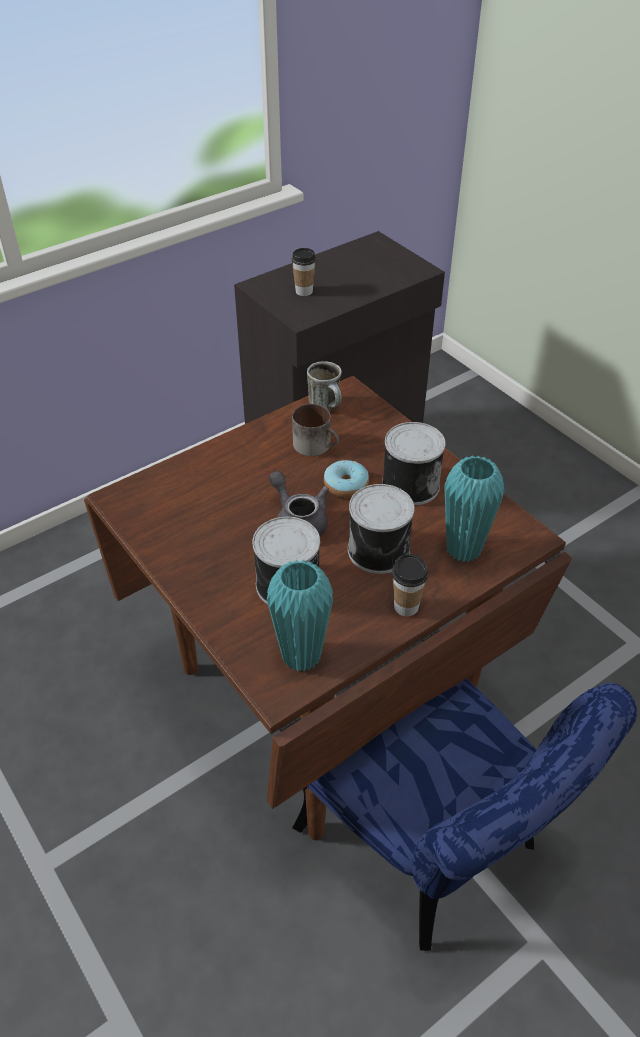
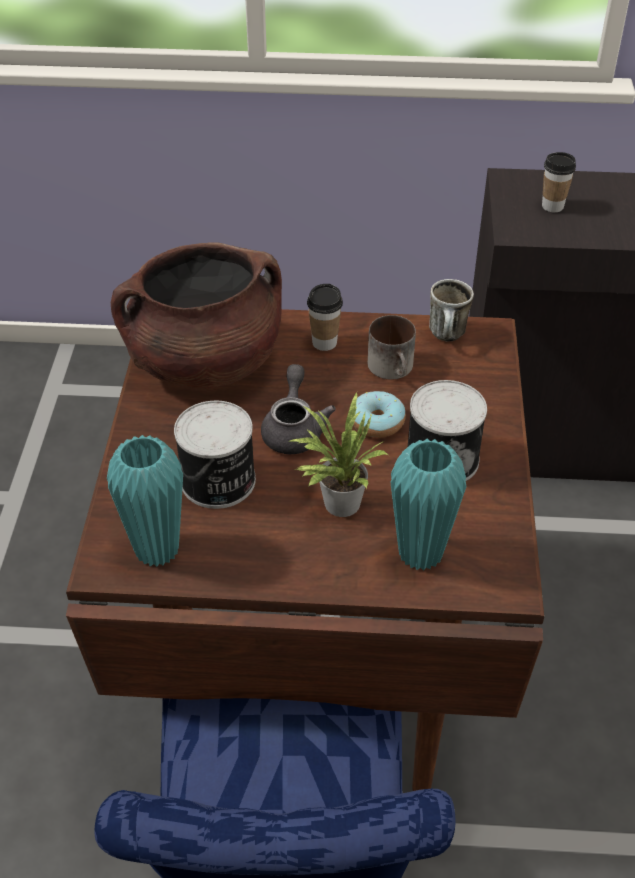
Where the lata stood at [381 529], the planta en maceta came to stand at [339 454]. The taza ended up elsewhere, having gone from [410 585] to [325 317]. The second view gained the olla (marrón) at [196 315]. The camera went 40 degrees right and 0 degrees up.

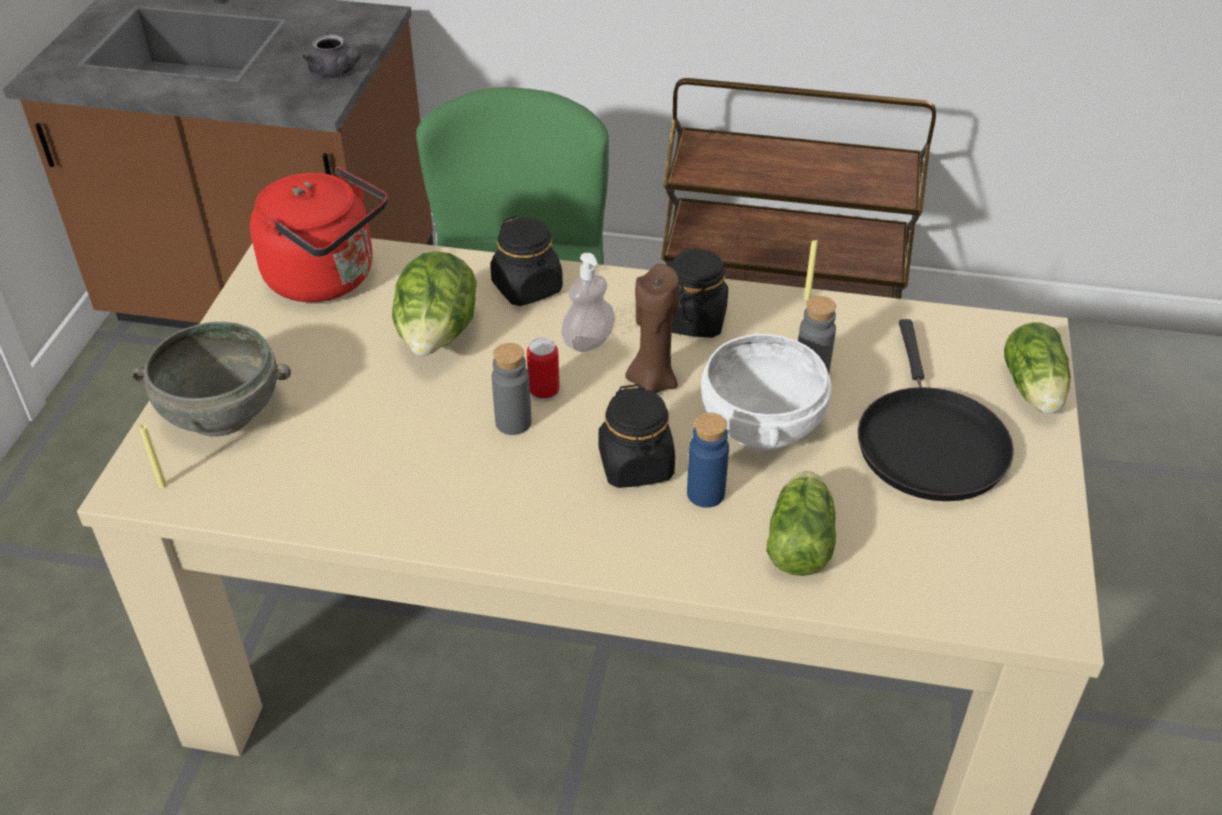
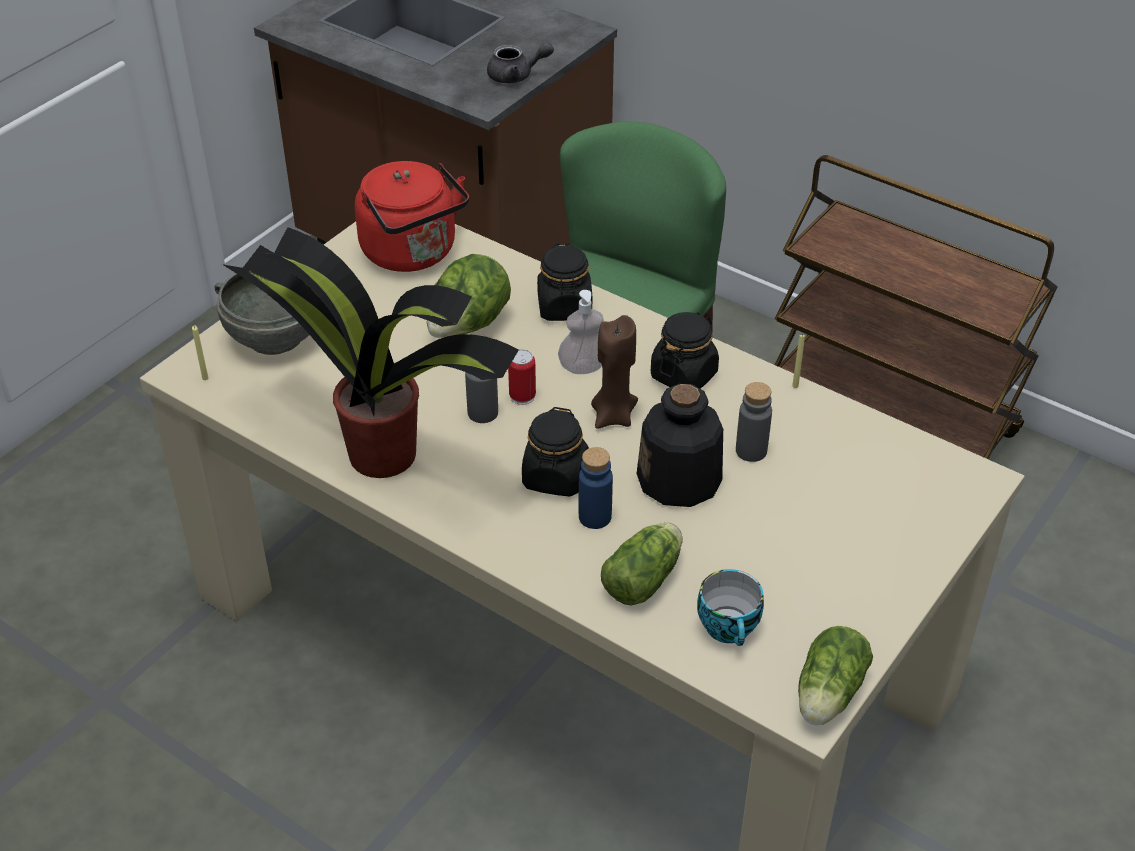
The tetera (gris) at [331 55] ended up facing another way, 75 degrees counterclockwise from before. The second view lost the sartén (negro) at [936 410]. The lechuga ended up elsewhere, having gone from [1037 368] to [835 675]. Where the cuenco (blanco) stood at [766 392], the botella came to stand at [680 445]. The second view gained the planta en maceta at [370 352]. The second view gained the taza at [730 607]. The camera went 25 degrees right and 0 degrees up.

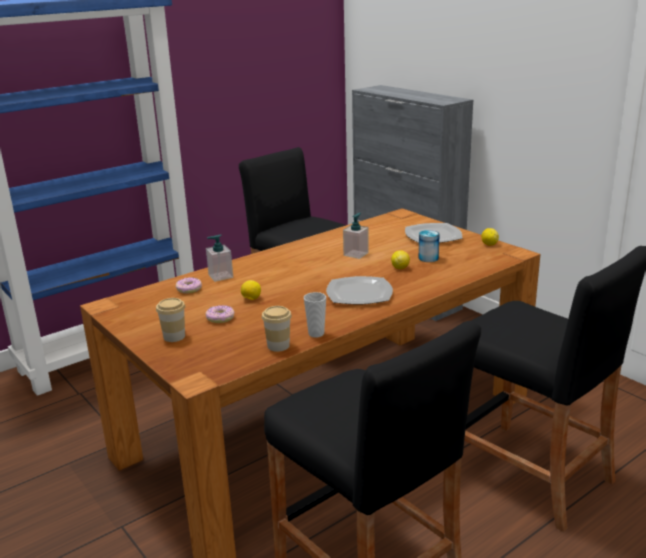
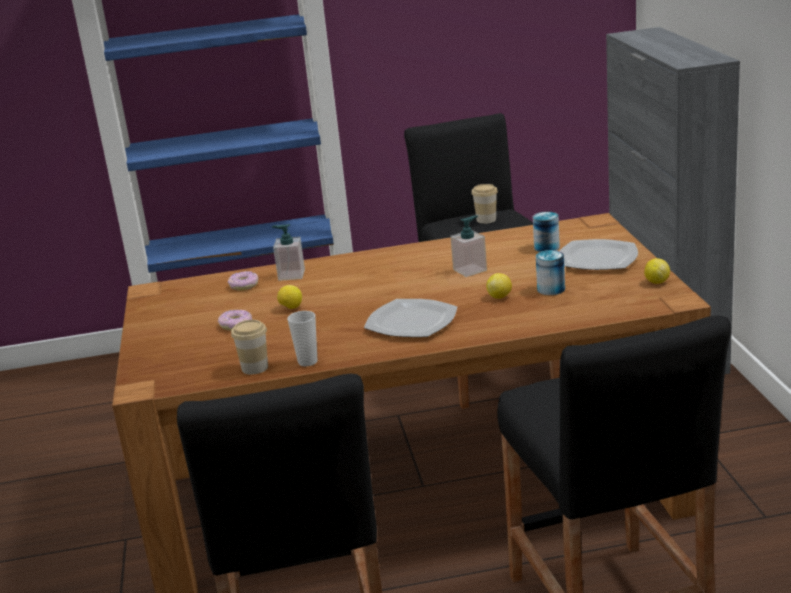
The taza ended up elsewhere, having gone from [170 320] to [484 204]. The second view gained the lata at [546 232]. The camera went 30 degrees right and 0 degrees up.

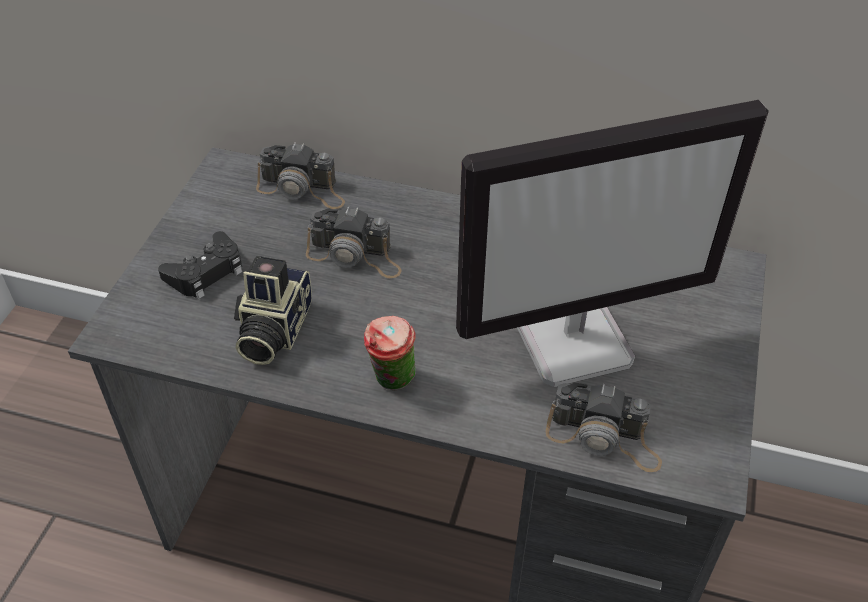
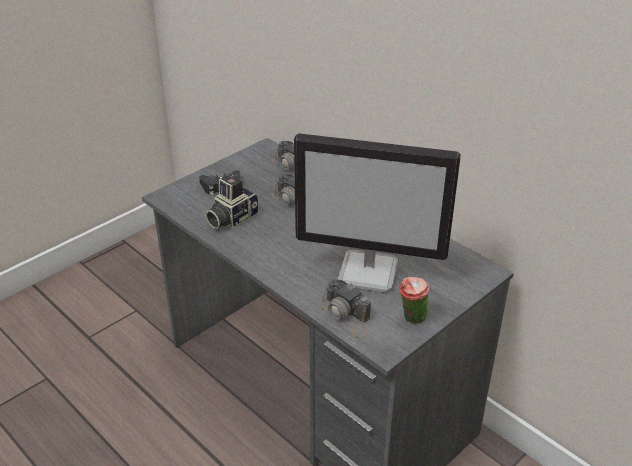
The taza ended up elsewhere, having gone from [390 353] to [414 300]. The camera went 30 degrees right and 10 degrees down.

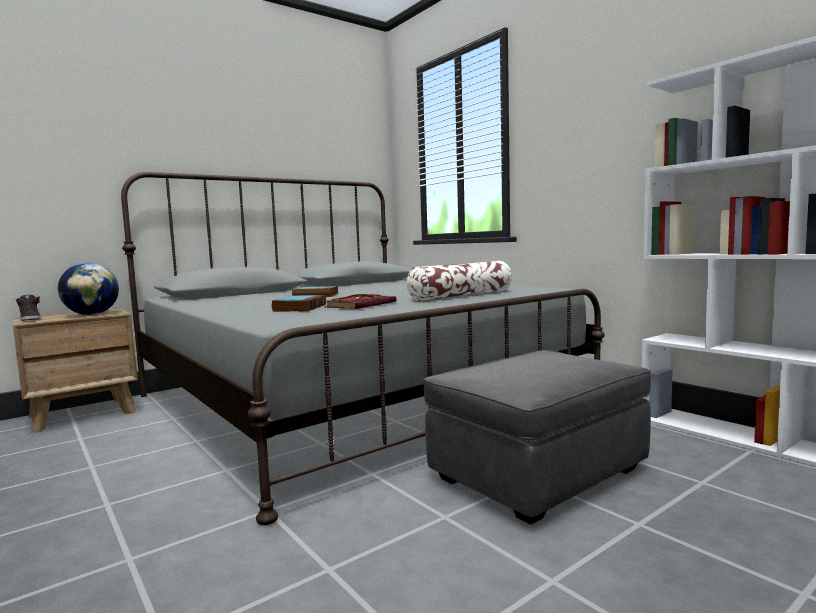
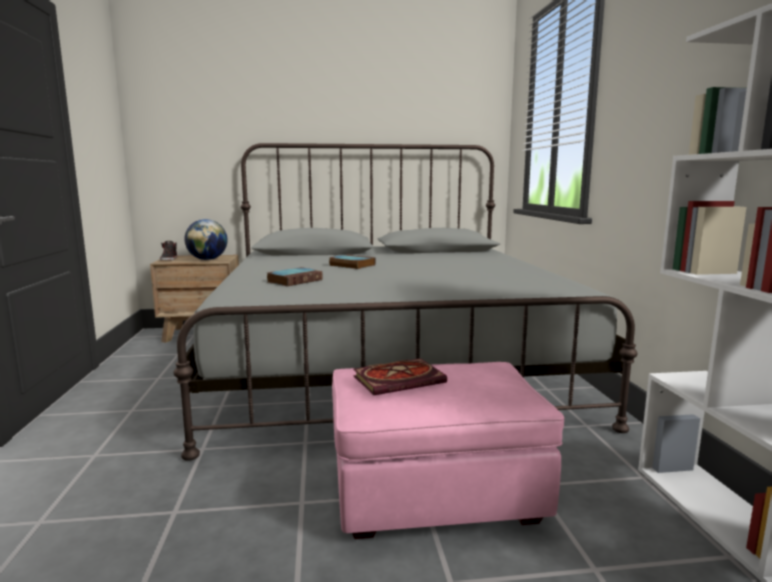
The second view lost the cojín at [459 281]. The libro ended up elsewhere, having gone from [360 301] to [400 376]. What was the puf (gris) at [537 437] turned into the puf (rosa) at [448 450]. The camera went 30 degrees right and 5 degrees up.

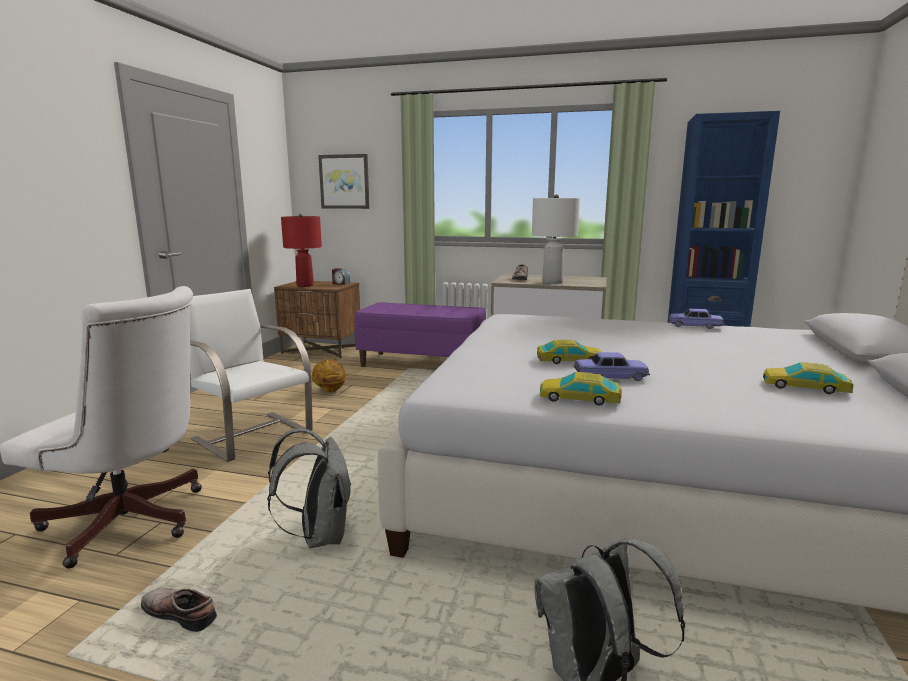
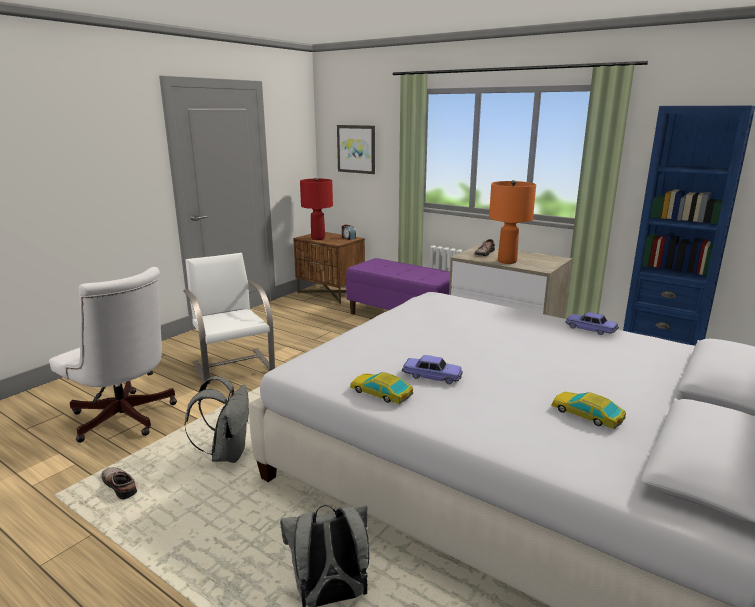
What was the lámpara de mesa (blanco) at [556 239] turned into the lámpara de mesa (naranja) at [512 222]. The second view lost the coche de juguete at [569 352]. The second view lost the balón de baloncesto at [329 376]. The camera went 20 degrees right and 5 degrees up.

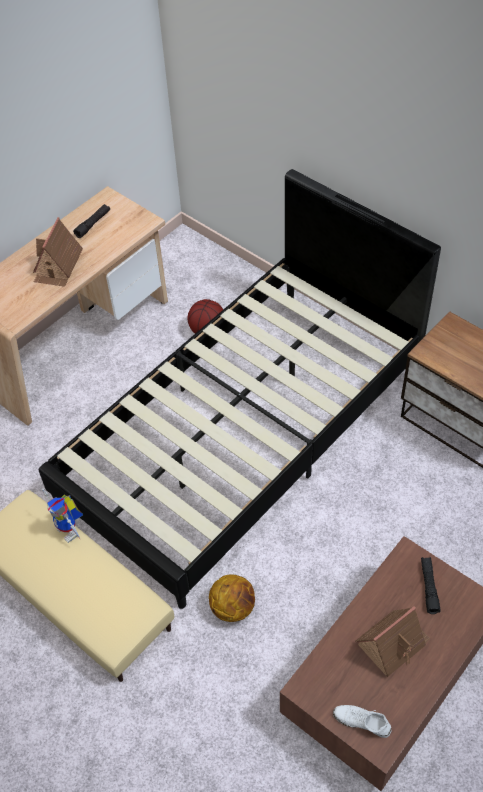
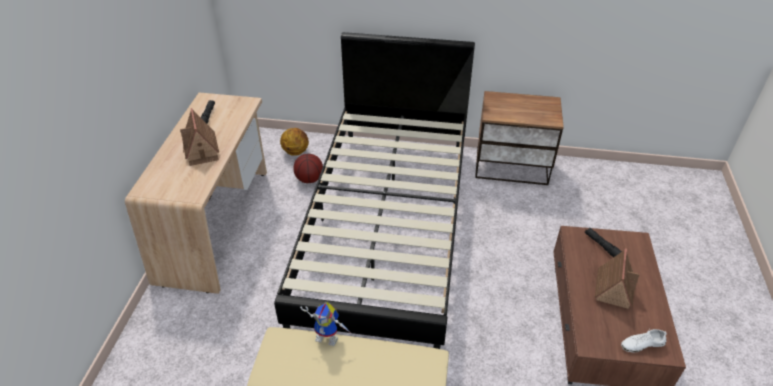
The balón de baloncesto ended up elsewhere, having gone from [232 598] to [294 142]. The camera went 35 degrees left and 10 degrees down.

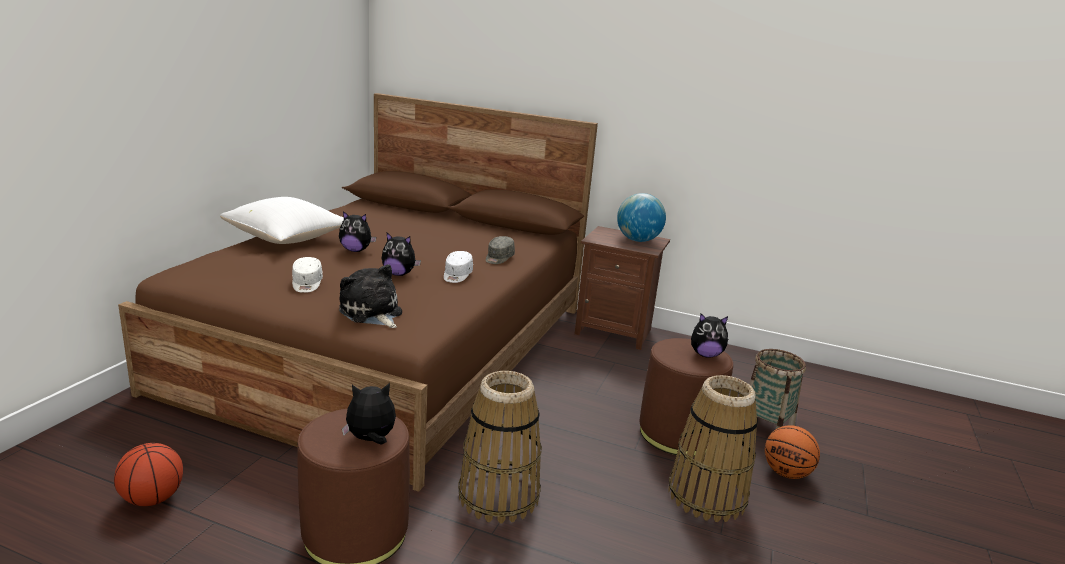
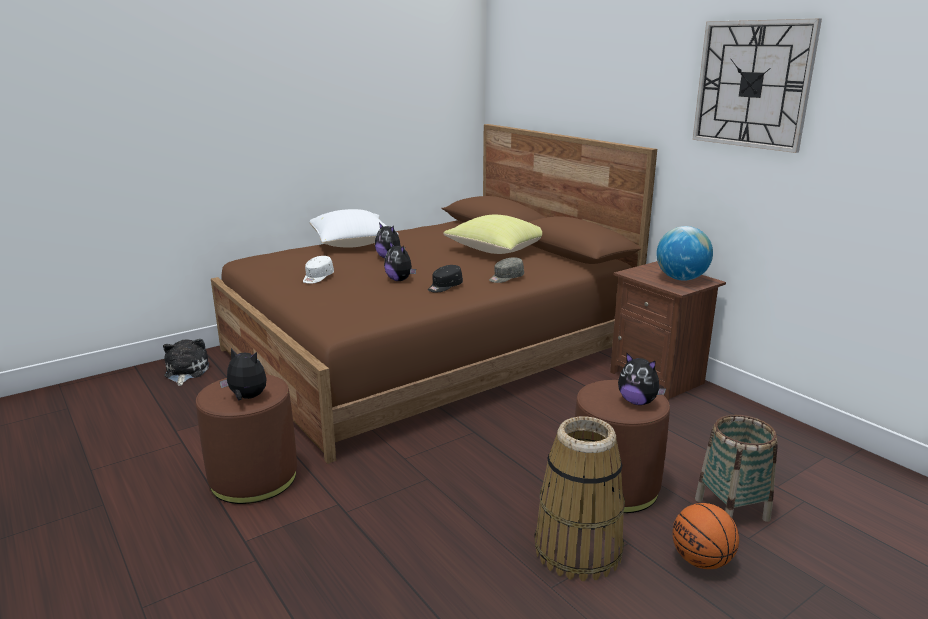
What was the gorra (blanco) at [458 267] turned into the gorra (negro) at [445 279]. The peluche ended up elsewhere, having gone from [370 296] to [186 362]. The second view lost the cesta at [500 447]. The second view lost the balón de baloncesto at [148 474]. The second view gained the reloj de pared at [757 86]. The second view gained the cojín (amarillo) at [492 234]. The camera went 35 degrees right and 0 degrees up.

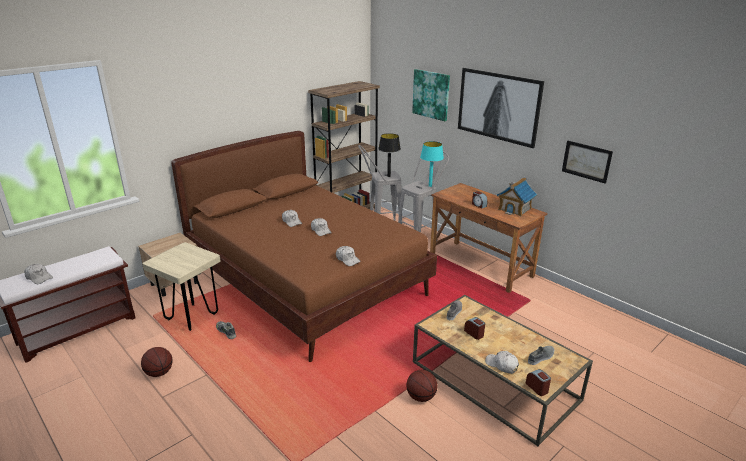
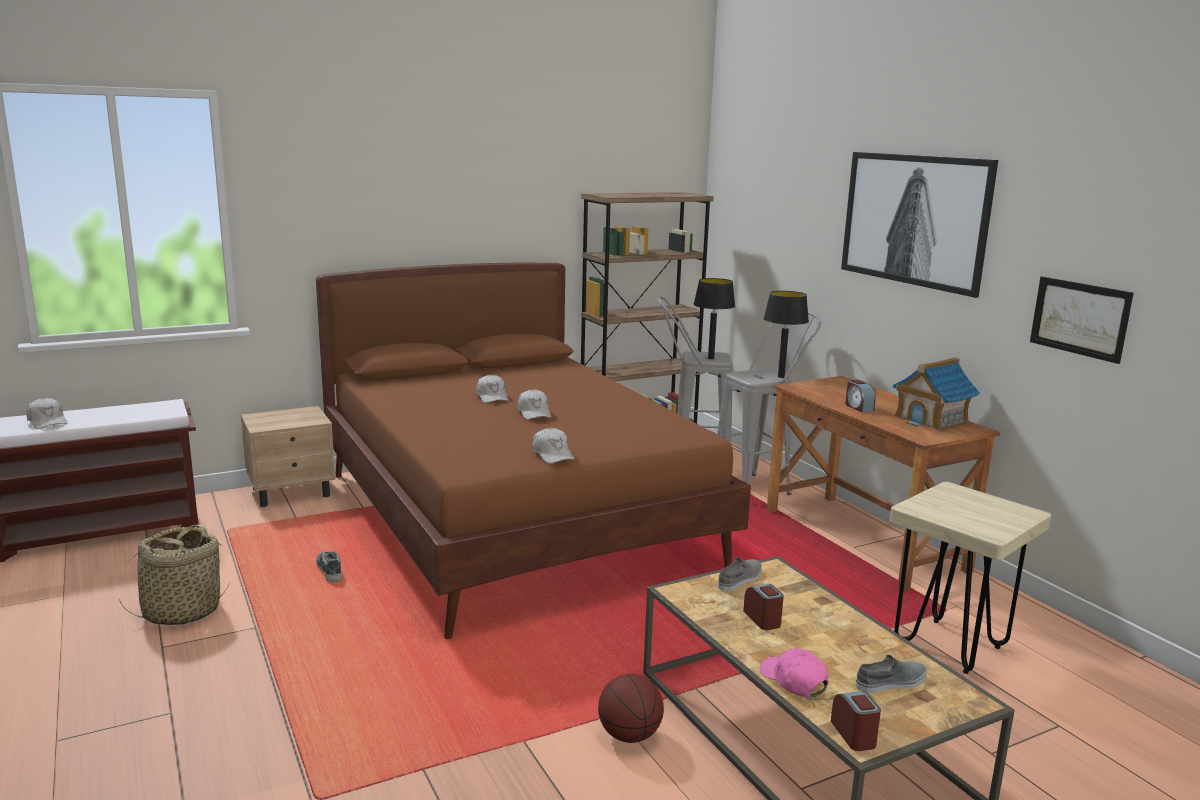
The second view lost the cuadro at [431 95]. What was the lámpara de mesa (turquesa) at [432 164] turned into the lámpara de mesa (negro) at [786 334]. The taburete (beis) ended up elsewhere, having gone from [181 286] to [970 578]. Where the balón de baloncesto stood at [157 362], the cesta came to stand at [173 575]. What was the gorra (blanco) at [502 362] turned into the gorra (rosa) at [794 673]. The camera went 15 degrees right and 10 degrees down.

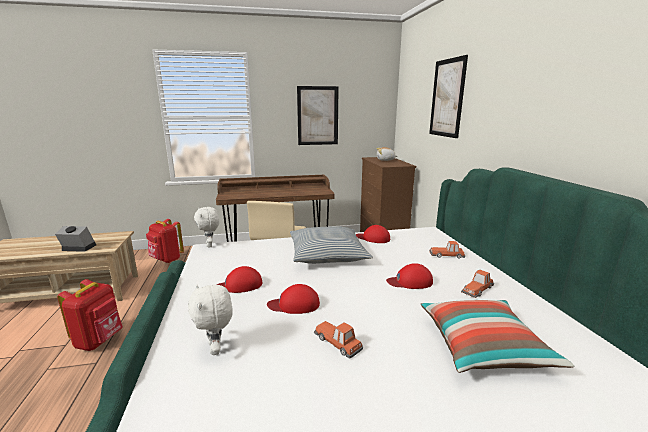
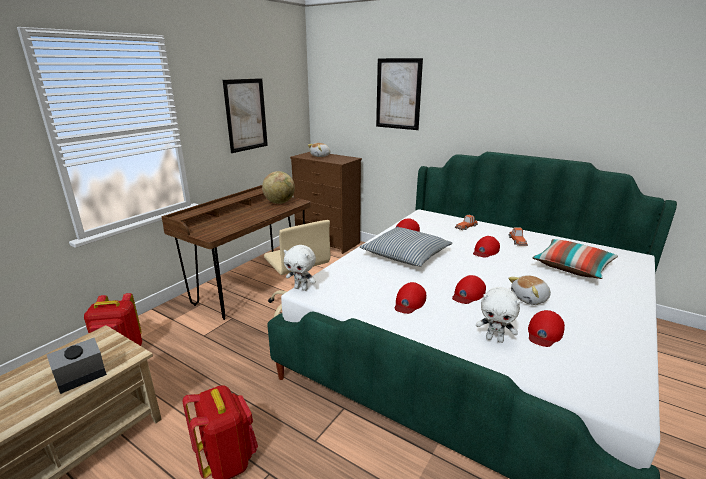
Where the coche de juguete stood at [338 339], the peluche came to stand at [529 290]. The second view gained the globo terráqueo at [278 187]. The second view gained the gorra (rojo) at [546 328]. The camera went 45 degrees left and 5 degrees up.

